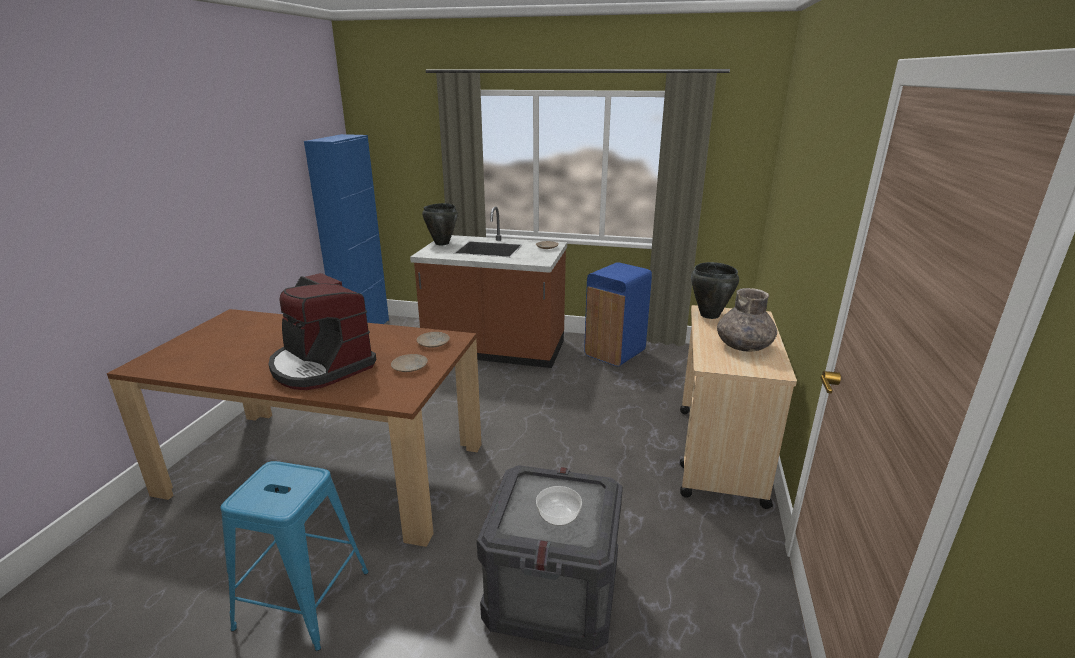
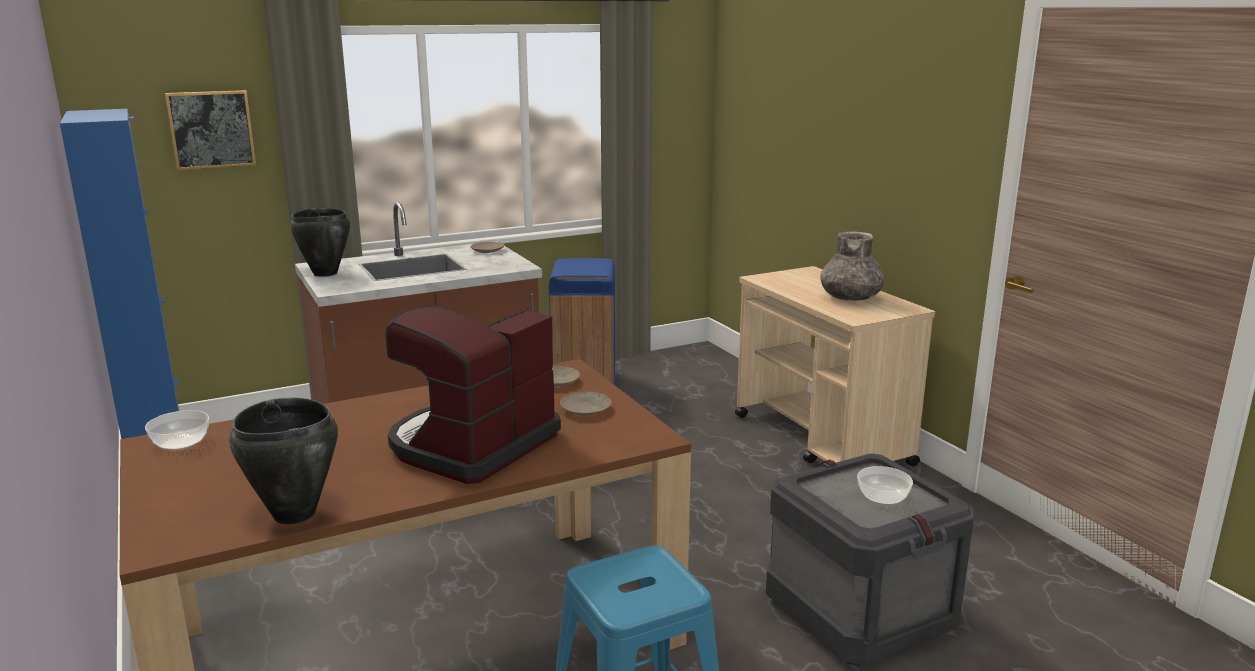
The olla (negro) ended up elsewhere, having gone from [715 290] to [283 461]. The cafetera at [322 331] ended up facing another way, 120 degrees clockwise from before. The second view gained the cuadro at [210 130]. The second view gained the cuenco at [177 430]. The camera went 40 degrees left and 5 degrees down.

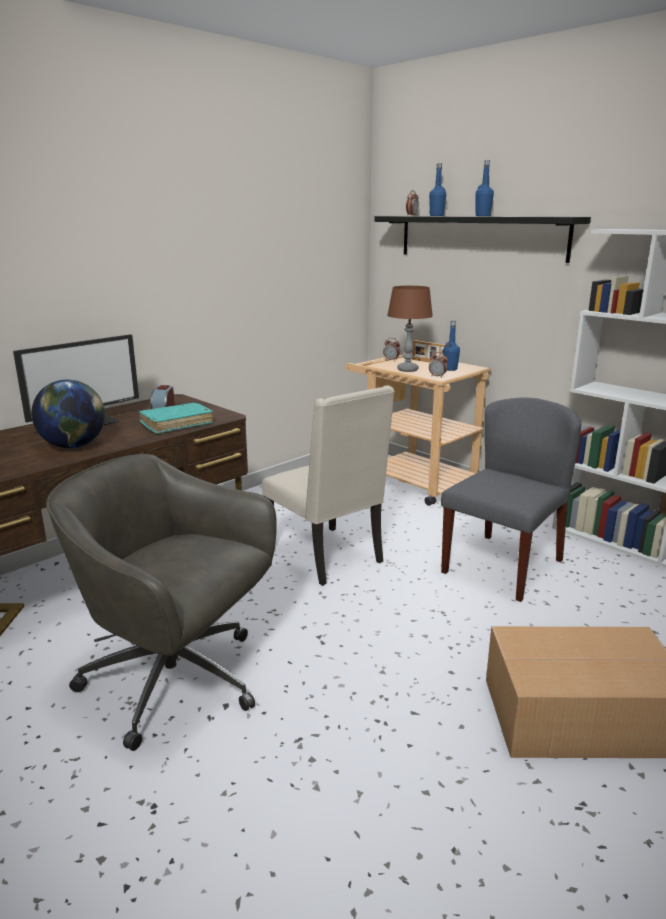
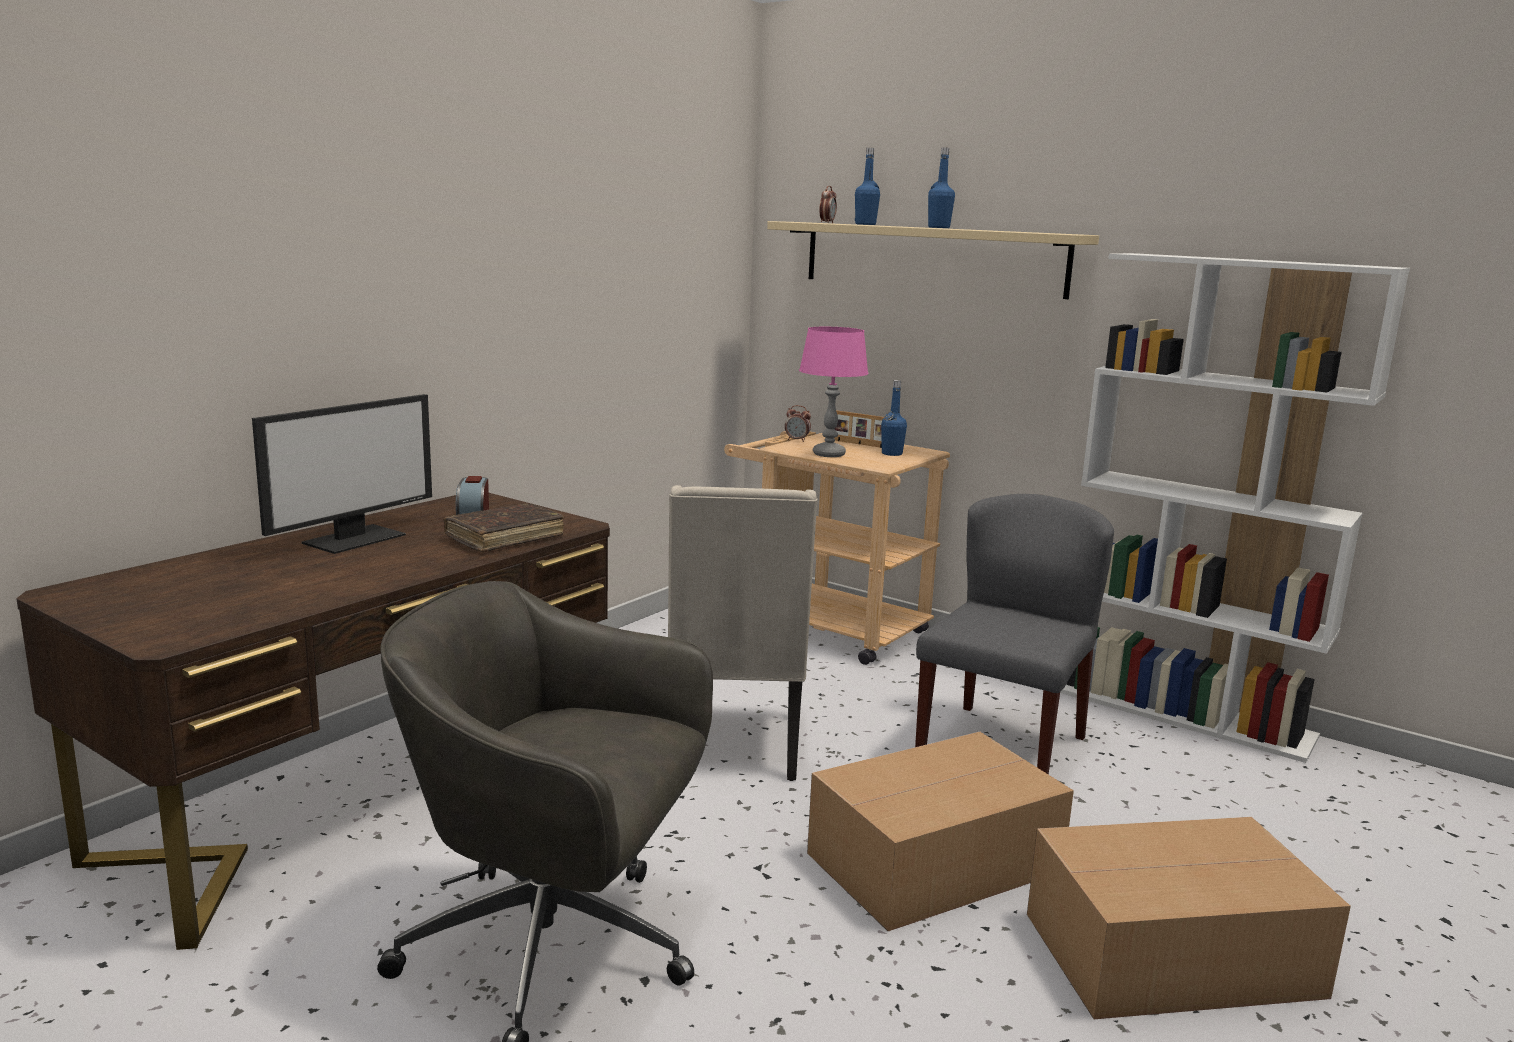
What was the estante (negro) at [482 239] turned into the estante (beis) at [933 260]. What was the lámpara de mesa (marrón) at [410 329] turned into the lámpara de mesa (rosa) at [833 392]. The second view lost the despertador at [438 365]. The second view lost the globo terráqueo at [68 413]. The silla (beis) at [328 485] ended up facing another way, 45 degrees clockwise from before. What was the libro (turquesa) at [176 418] turned into the libro (marrón) at [504 528]. The second view gained the caja de cartón at [940 831]. The camera went 10 degrees left and 5 degrees down.

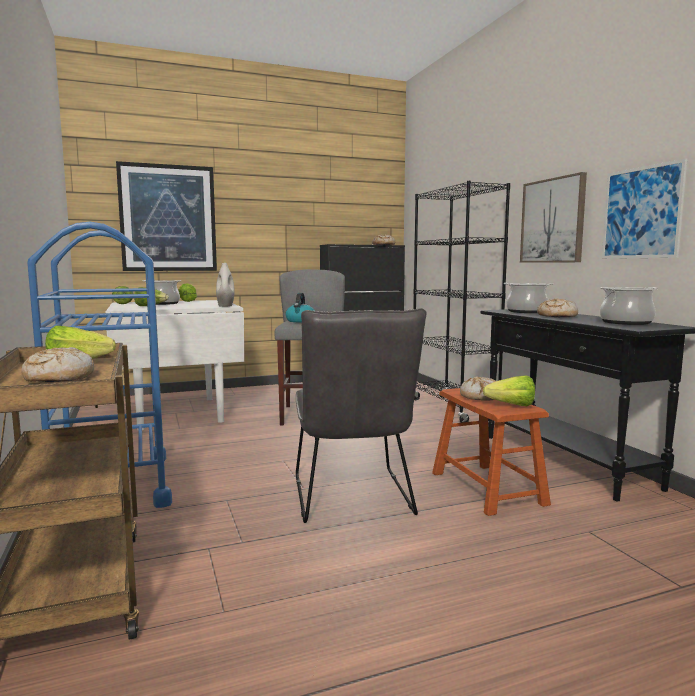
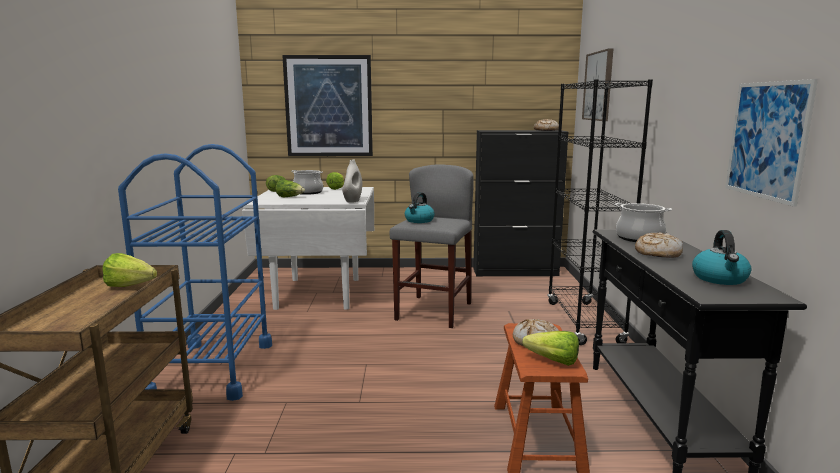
The cuadro ended up elsewhere, having gone from [553 217] to [597 85]. Where the olla stood at [629 306], the hervidor came to stand at [721 257]. The second view lost the silla (gris) at [361 415]. The second view lost the pan at [57 364]. The camera went 20 degrees right and 5 degrees up.

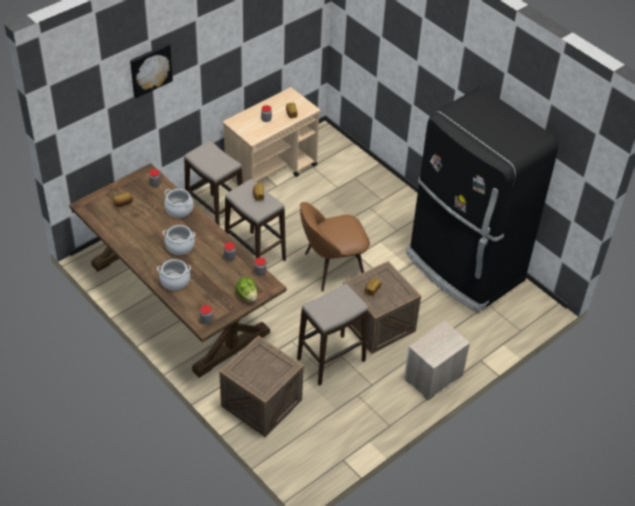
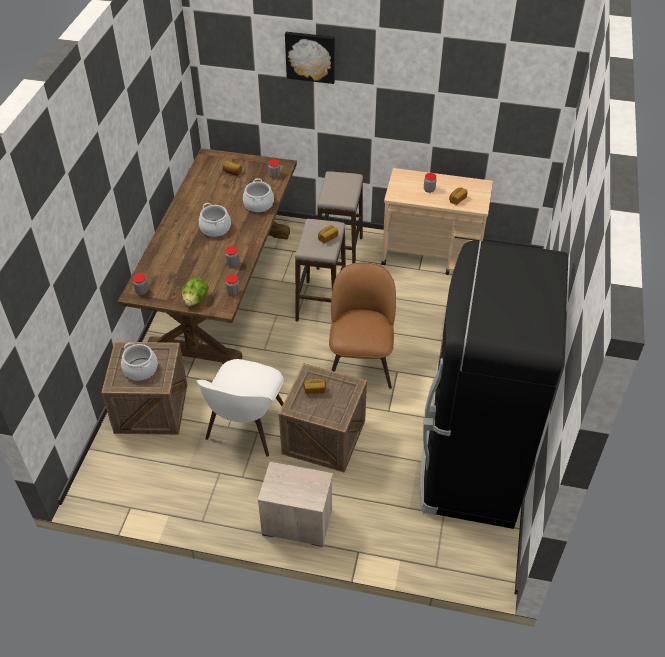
The silla (marrón) at [335 247] ended up facing another way, 60 degrees clockwise from before. The olla ended up elsewhere, having gone from [174 274] to [139 361]. Where the taburete stood at [332 335], the silla (blanco) came to stand at [240 408]. The camera went 55 degrees right and 0 degrees up.

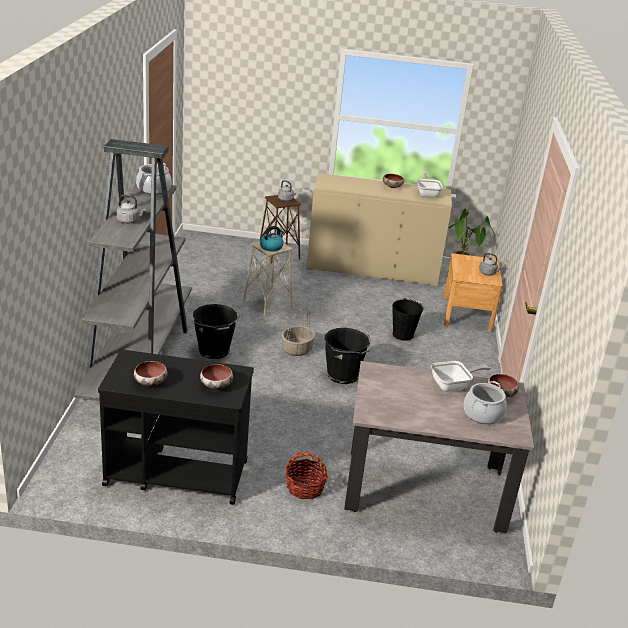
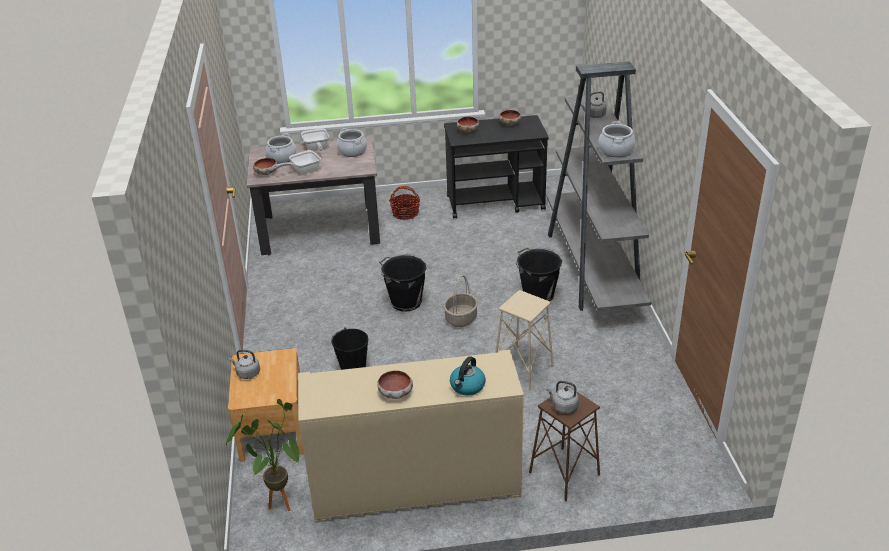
The sartén ended up elsewhere, having gone from [430 185] to [315 139]. The hervidor ended up elsewhere, having gone from [272 239] to [468 375]. The second view gained the olla at [352 142]. The camera went 170 degrees right and 5 degrees up.

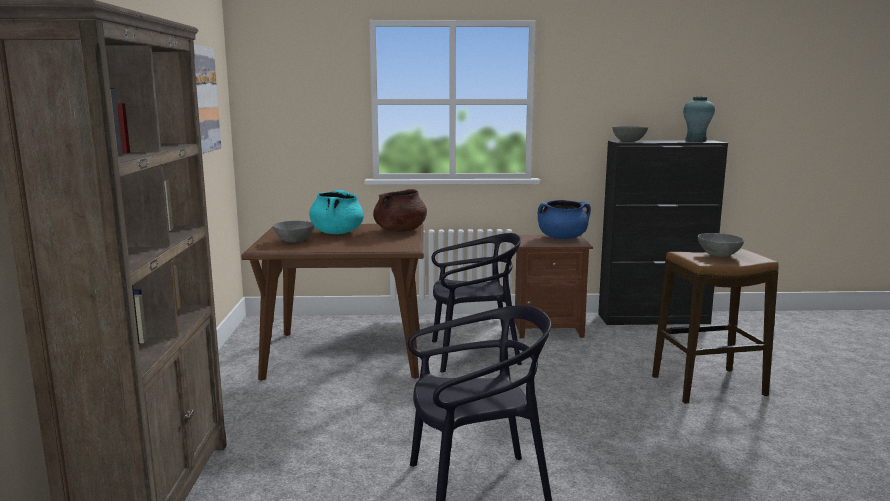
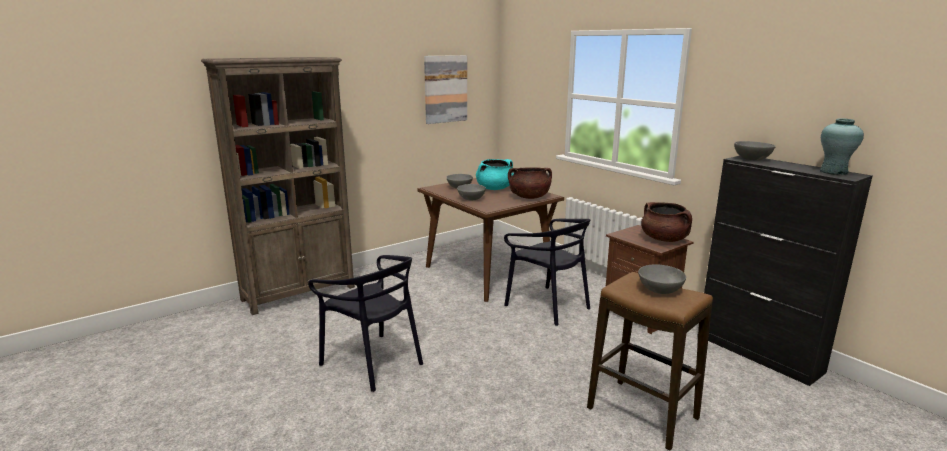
What was the olla (azul) at [564 219] turned into the olla (marrón) at [666 222]. The second view gained the cuenco (gris) at [471 192]. The camera went 55 degrees right and 5 degrees up.

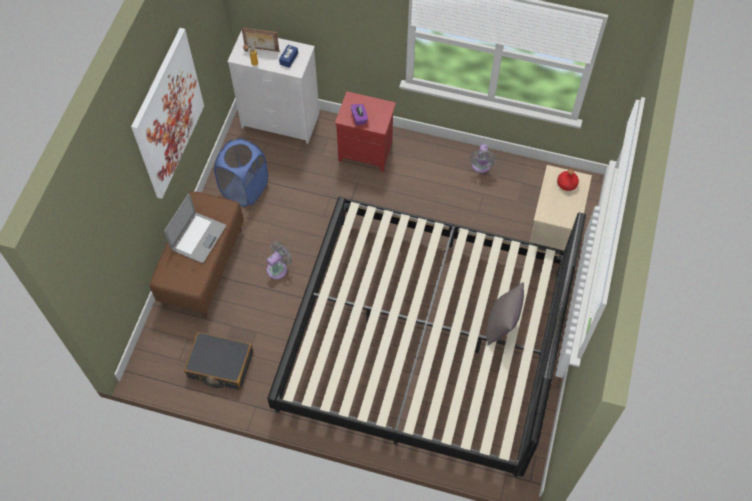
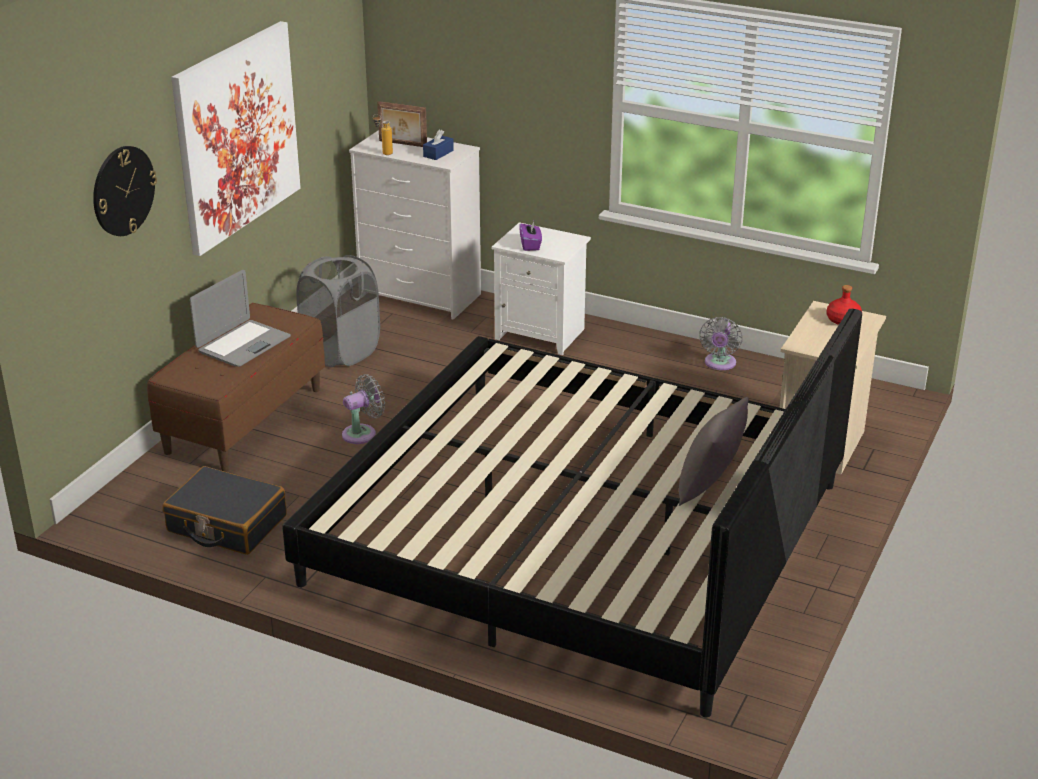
What was the mesita de noche (rojo) at [365 131] turned into the mesita de noche (blanco) at [541 288]. What was the cesto de la ropa (azul) at [241 172] turned into the cesto de la ropa (gris) at [338 311]. The second view gained the reloj de pared at [125 191]. The camera went 10 degrees right and 30 degrees down.

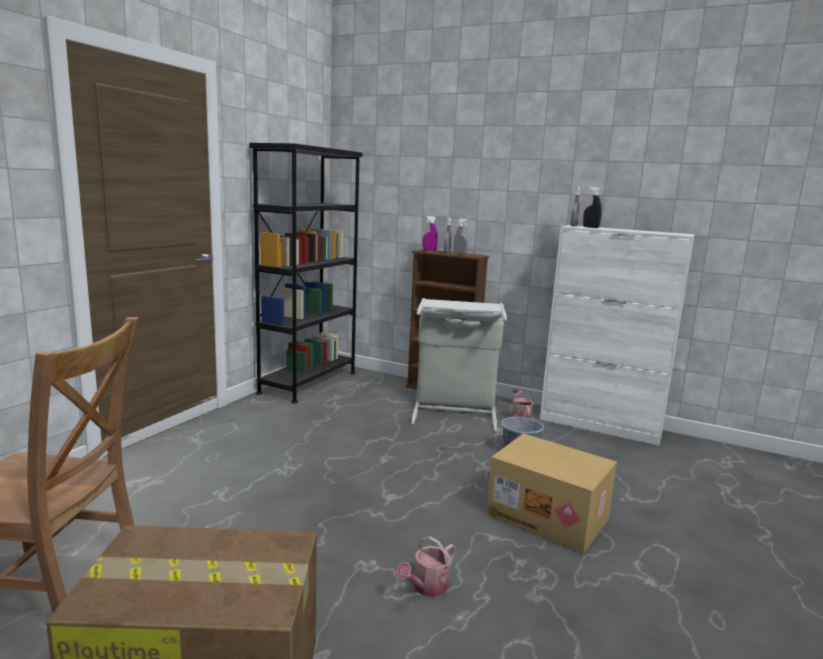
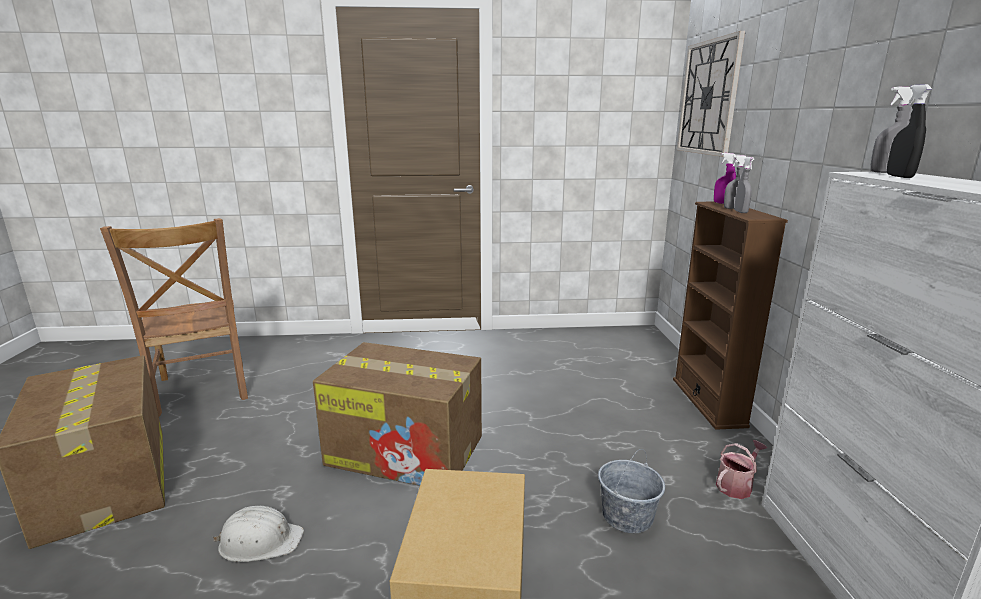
The second view lost the estantería (negro) at [306 273]. The second view lost the cesto de la ropa (gris) at [459 365]. Where the regadera stood at [425 566], the casco (blanco) came to stand at [258 534]. The second view gained the reloj de pared at [711 94]. The second view gained the caja de cartón at [397 414]. The camera went 60 degrees right and 5 degrees up.

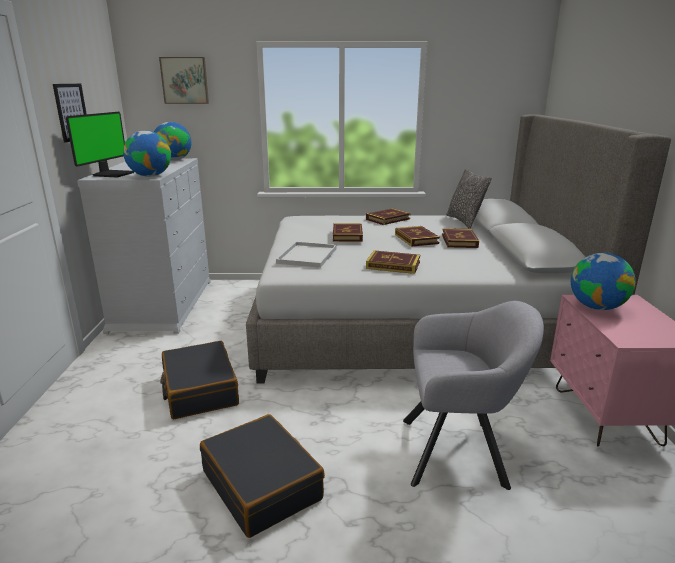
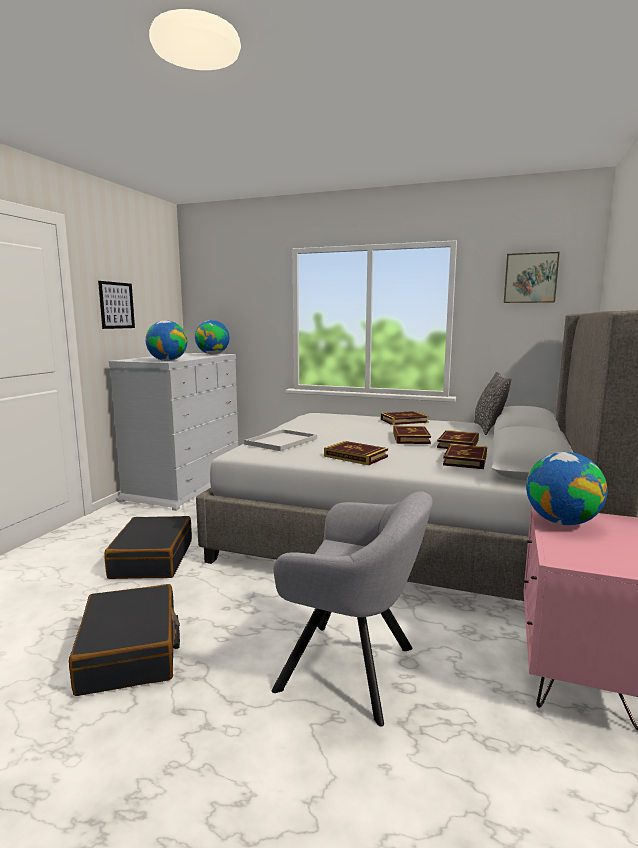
The cuadro ended up elsewhere, having gone from [184 80] to [532 277]. The second view lost the monitor at [100 145]. The libro ended up elsewhere, having gone from [348 232] to [465 456]. The camera went 20 degrees right and 10 degrees down.

